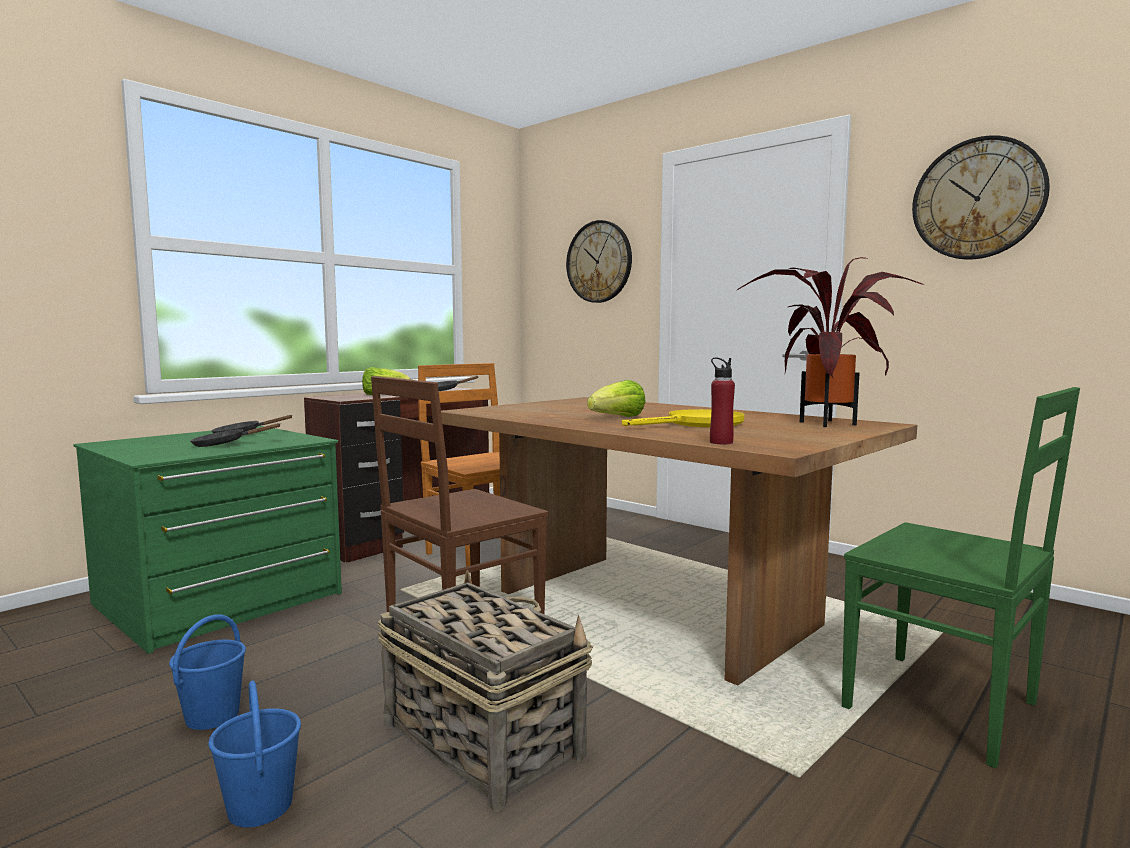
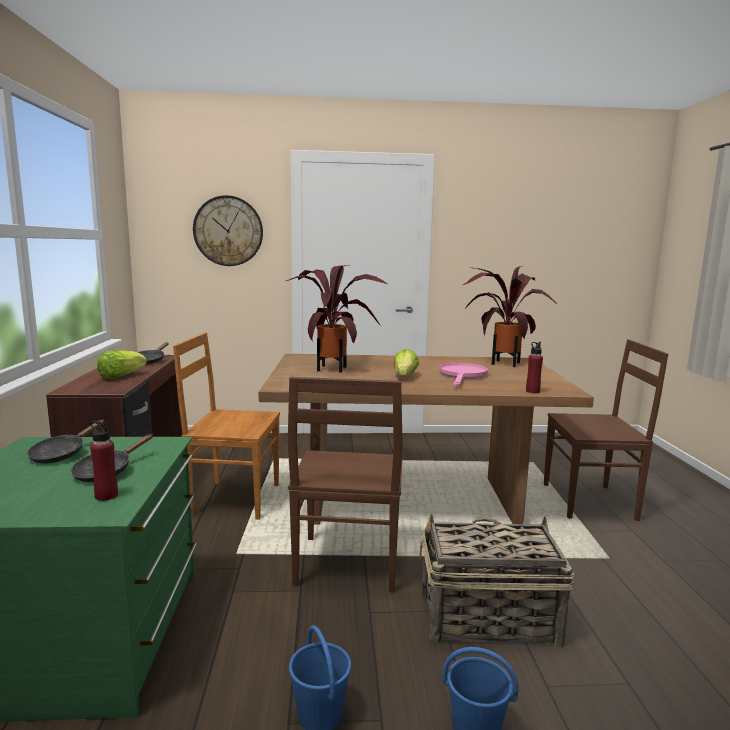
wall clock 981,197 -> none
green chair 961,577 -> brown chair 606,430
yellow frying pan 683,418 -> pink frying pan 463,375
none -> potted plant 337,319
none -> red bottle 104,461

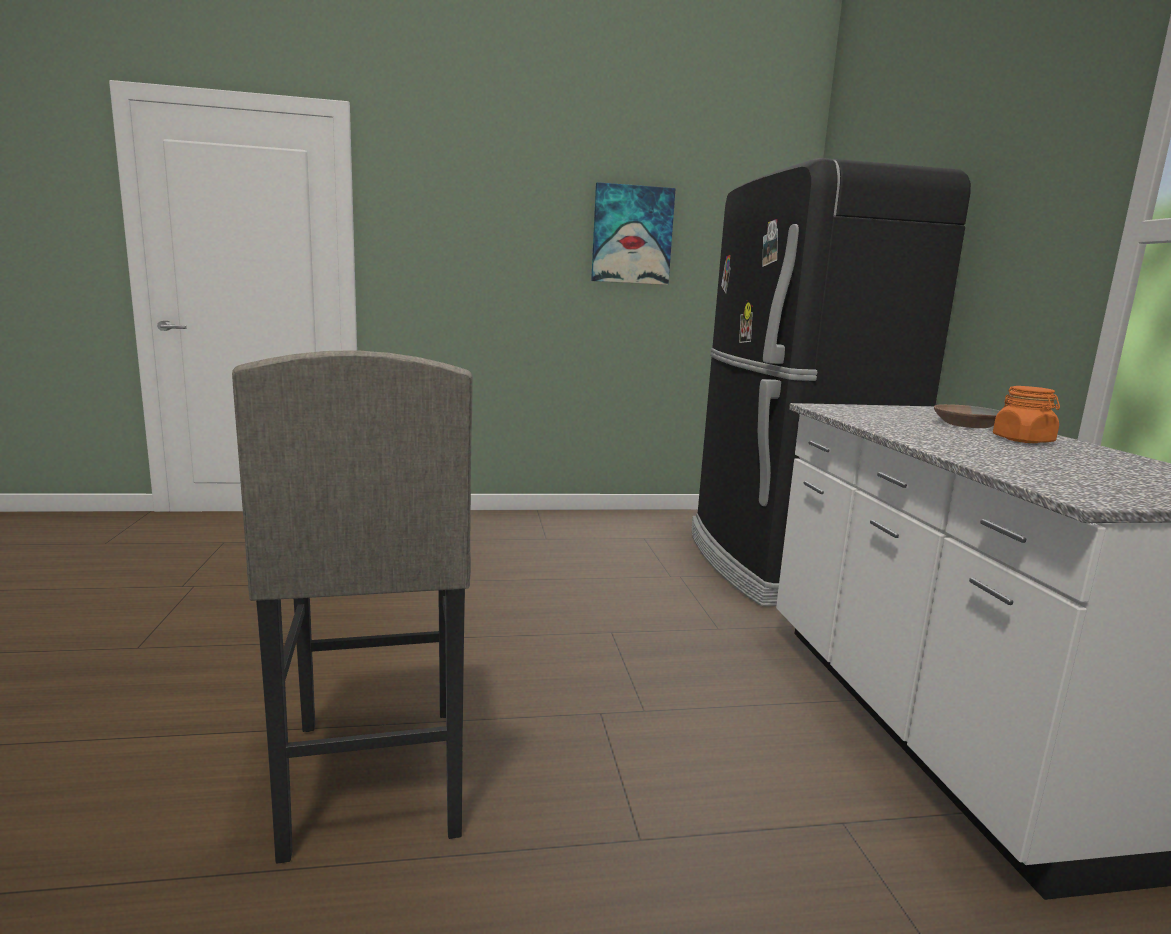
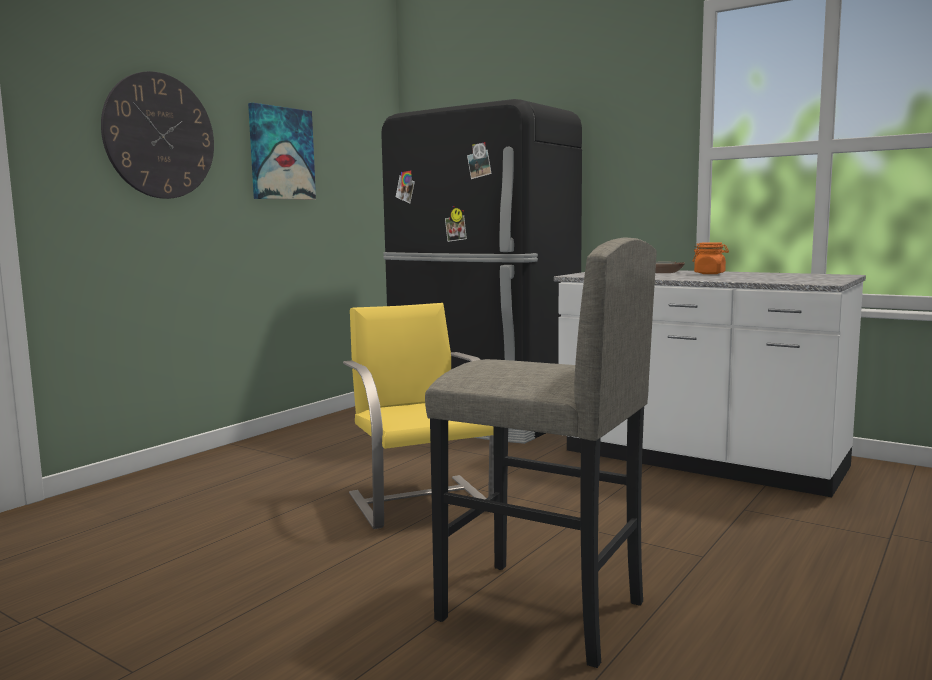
none -> wall clock 157,135
none -> yellow chair 418,416

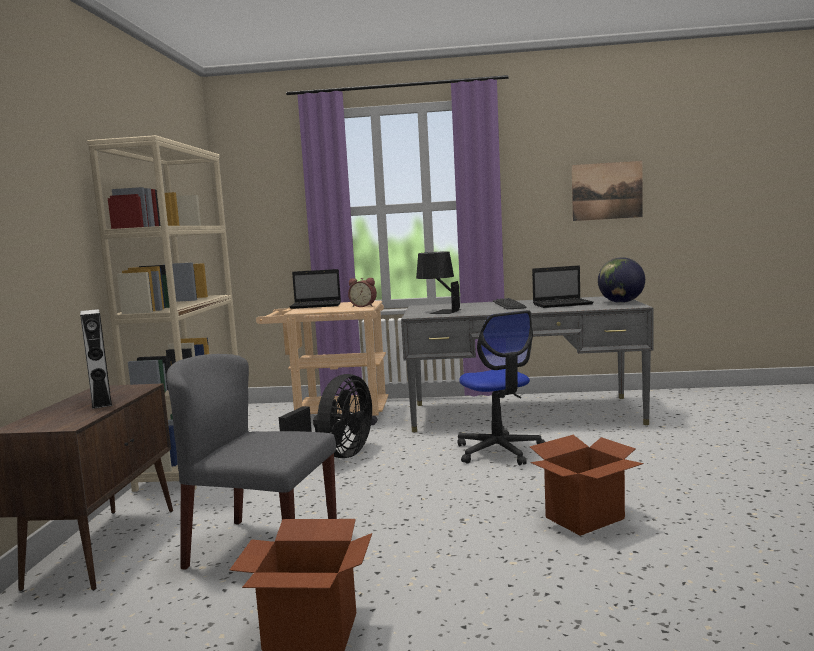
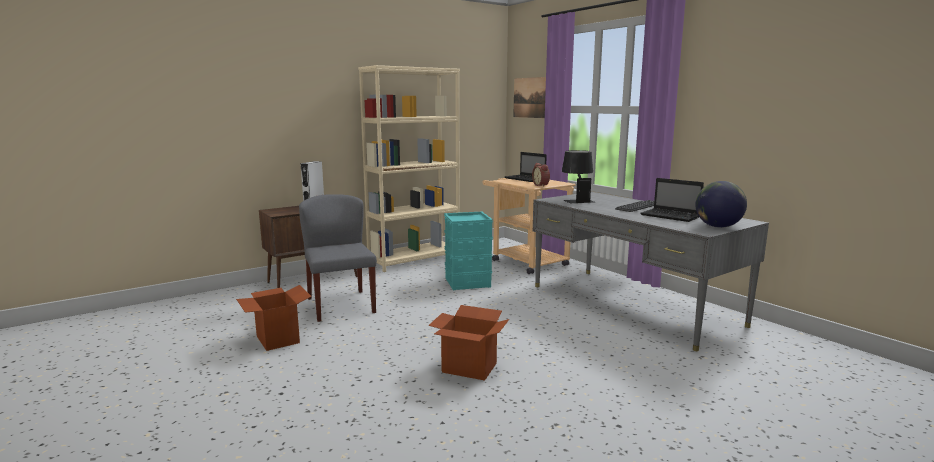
picture 607,191 -> picture 529,97, relocated
office chair 501,387 -> none
black fan 325,416 -> turquoise storage box 468,251

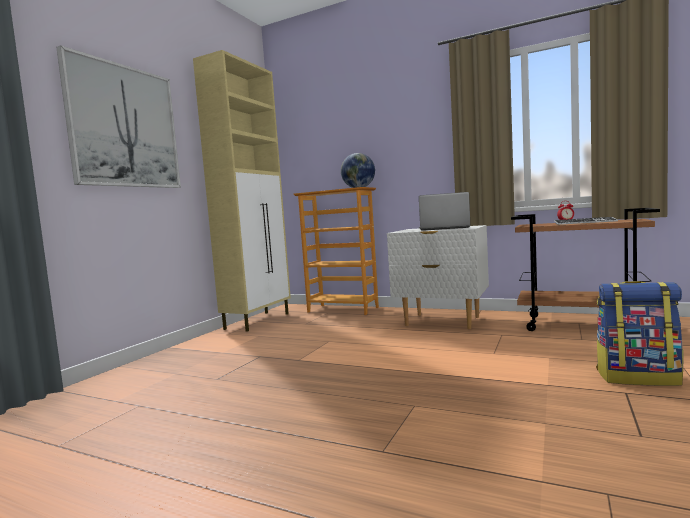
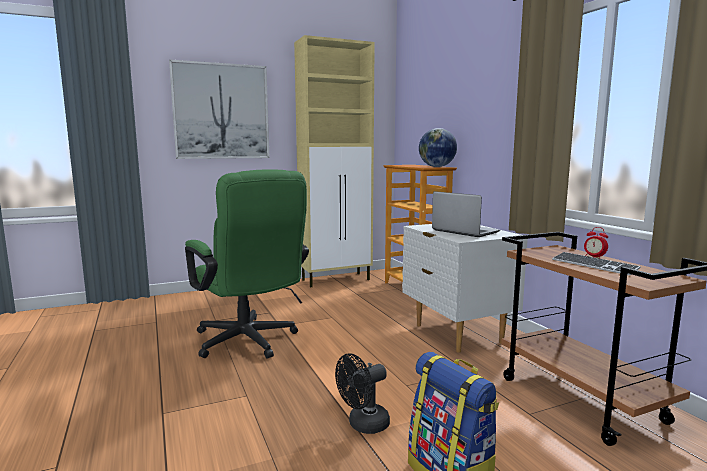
none -> green office chair 247,263
none -> black fan 362,393

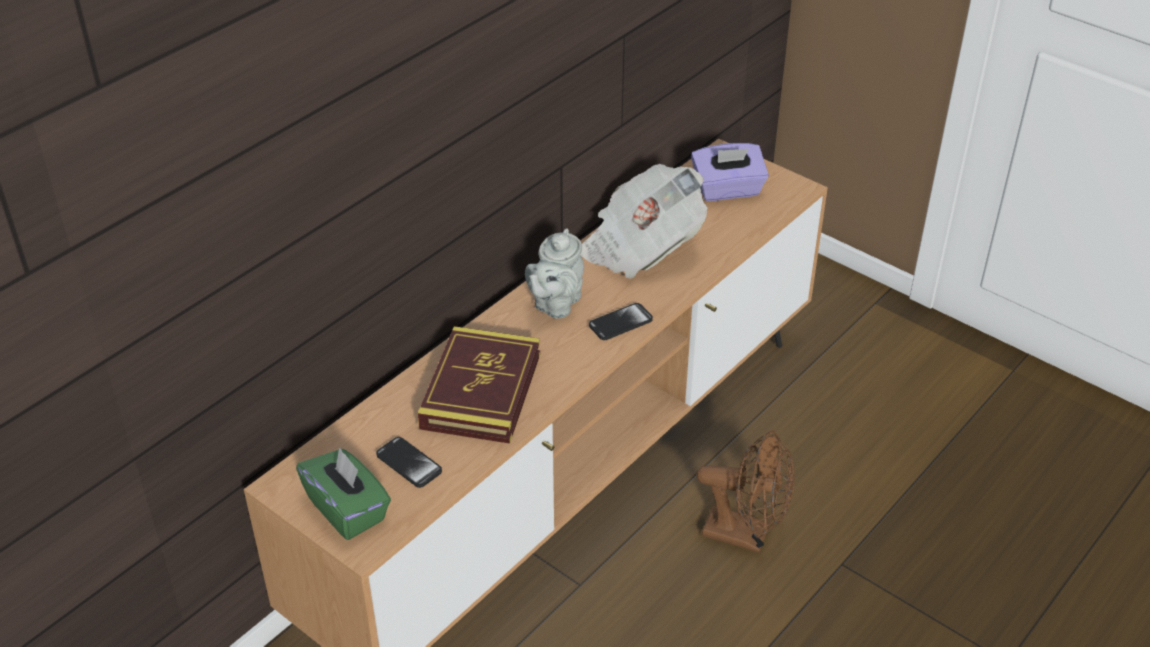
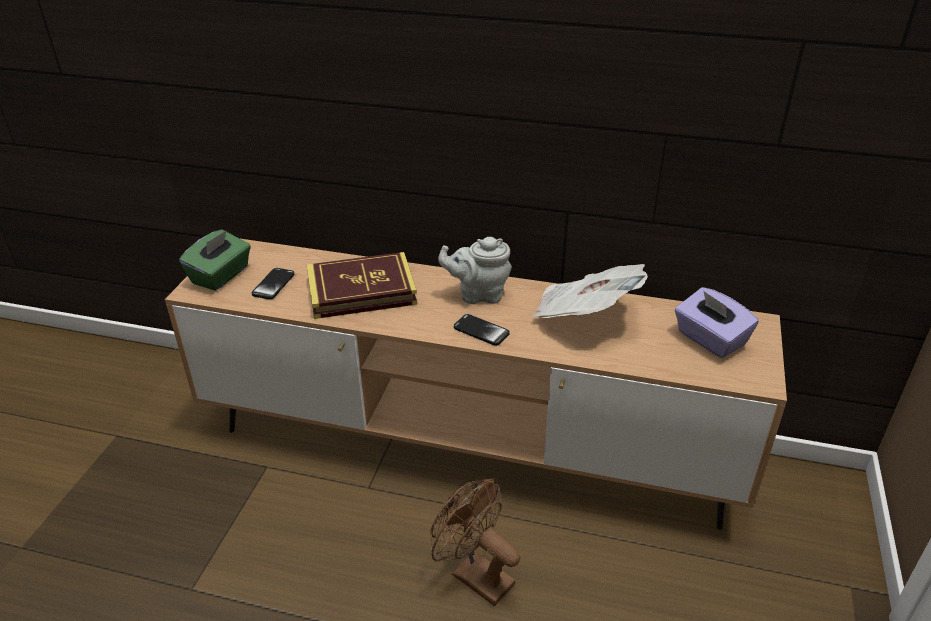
brown fan 746,491 -> brown fan 475,542, 135 degrees clockwise

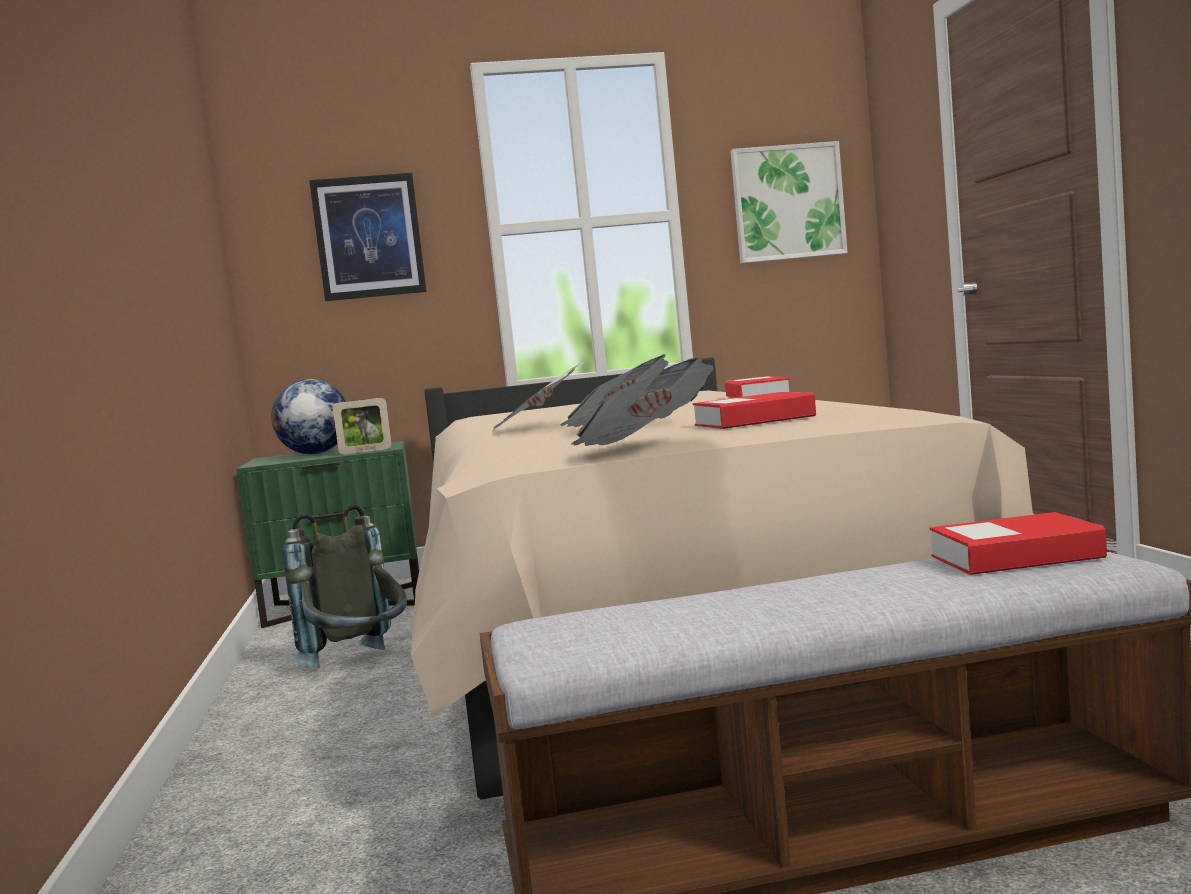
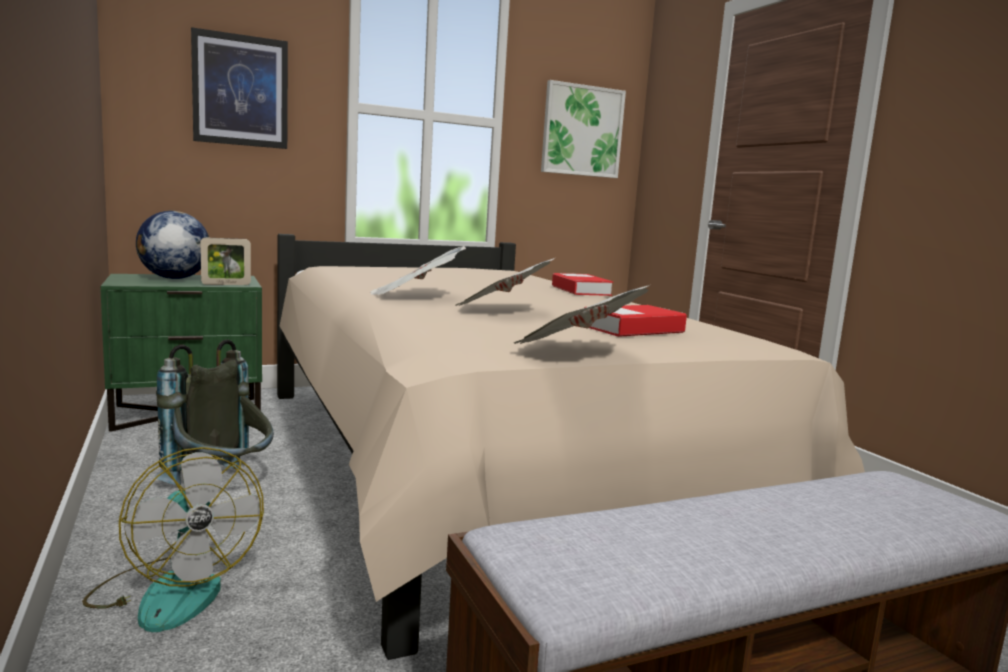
book 1018,543 -> none
none -> fan 173,539

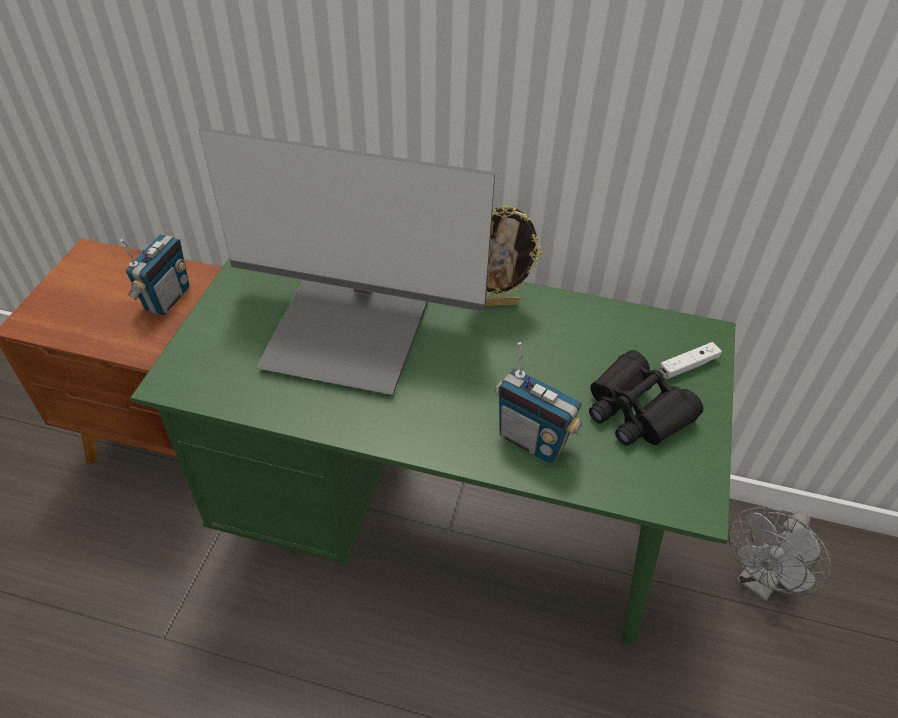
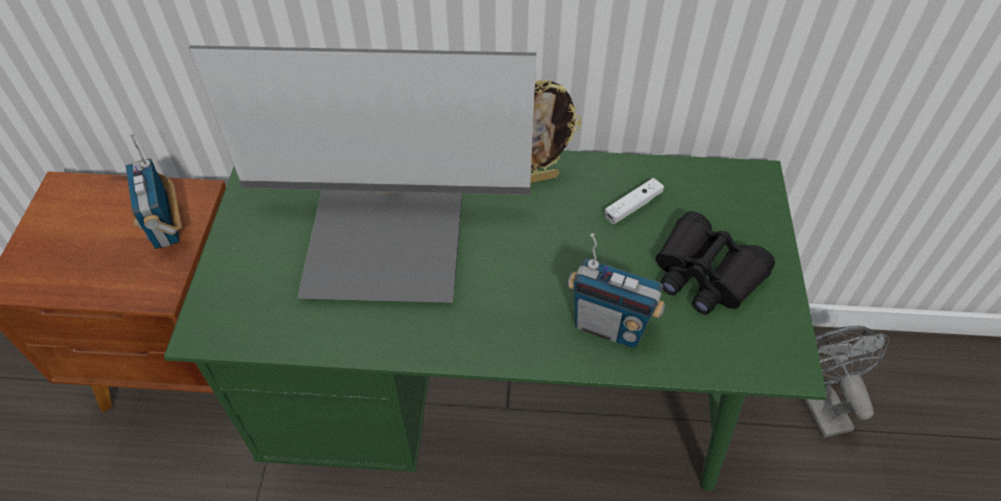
radio 154,274 -> radio 154,191, 150 degrees clockwise
white game controller 690,360 -> white game controller 634,201, relocated
grey fan 779,553 -> grey fan 846,382, 135 degrees clockwise

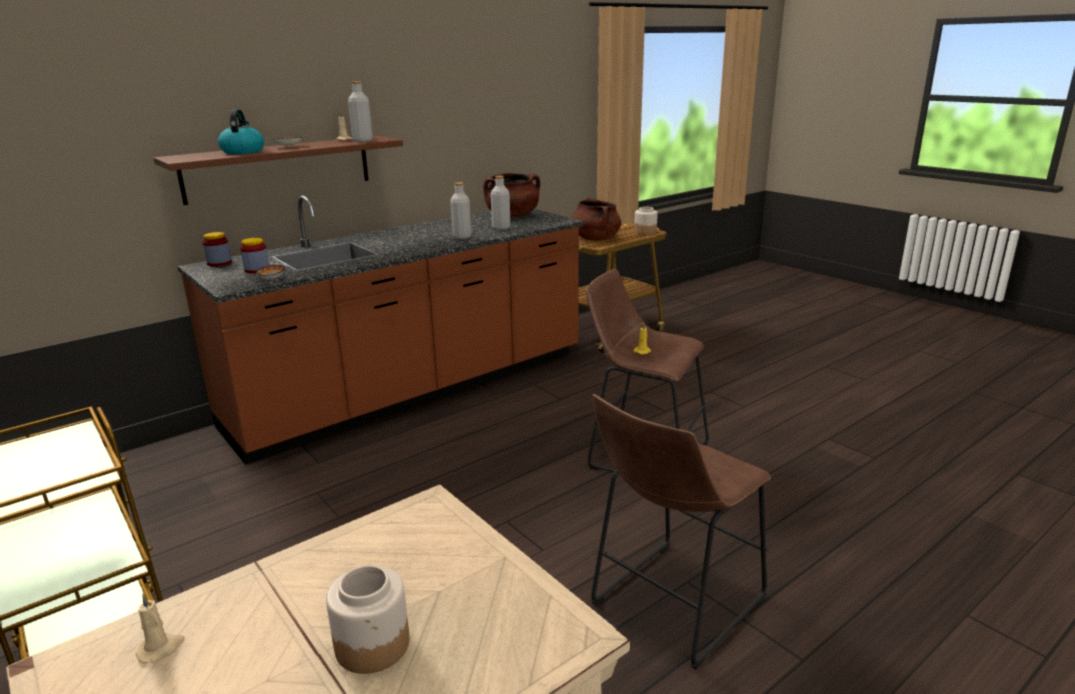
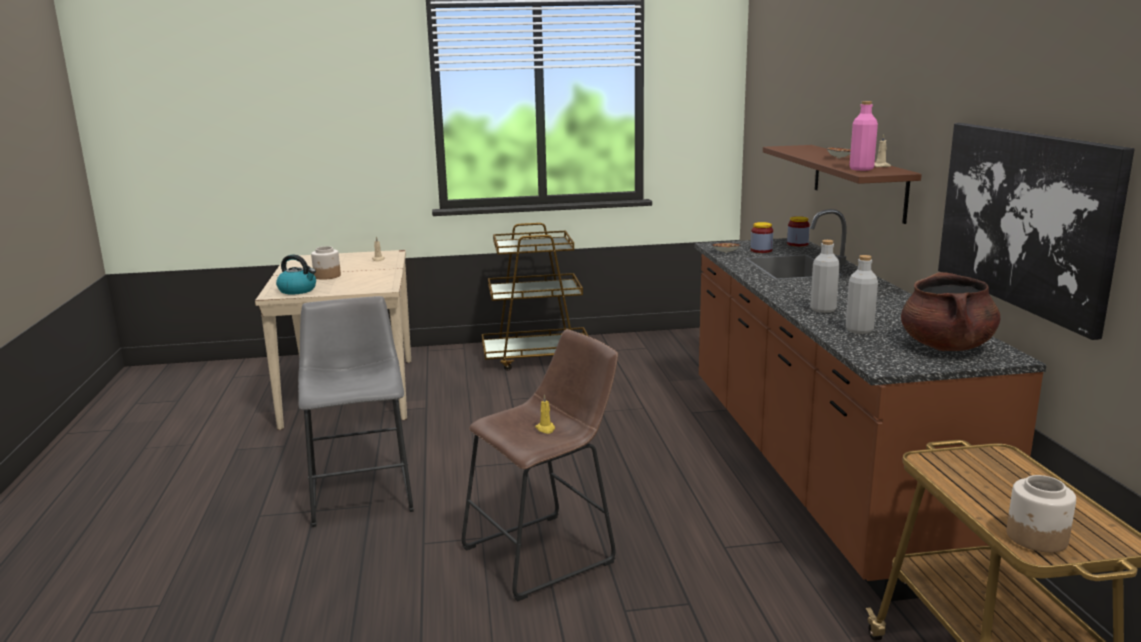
grey bottle 360,111 -> pink bottle 864,136
kettle 241,131 -> kettle 296,275, relocated
brown cooking pot 596,219 -> none
brown stool 681,531 -> grey stool 356,411
none -> picture 1036,231

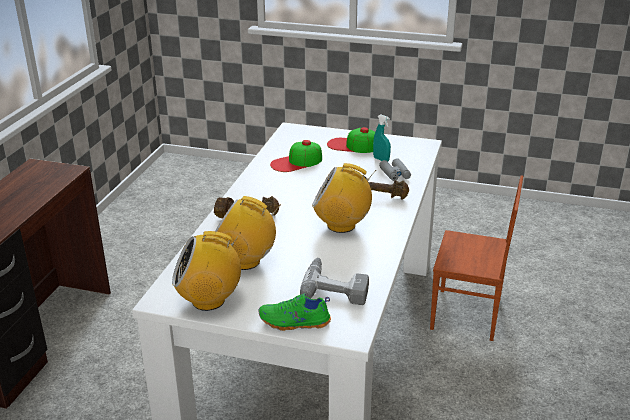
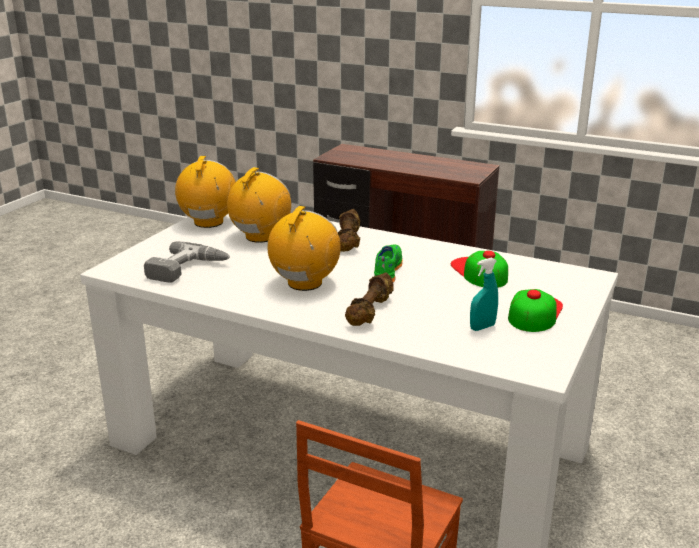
grey binoculars 395,169 -> none
green shoe 294,312 -> green shoe 388,263, relocated

